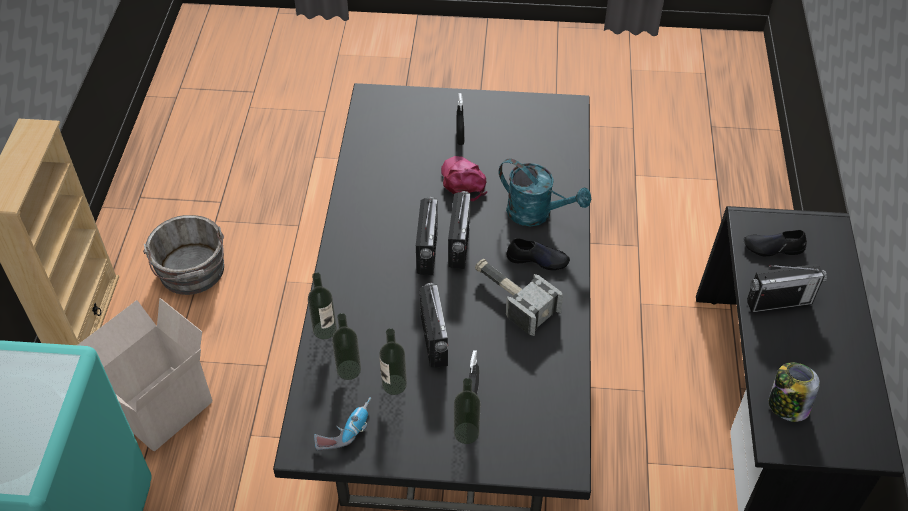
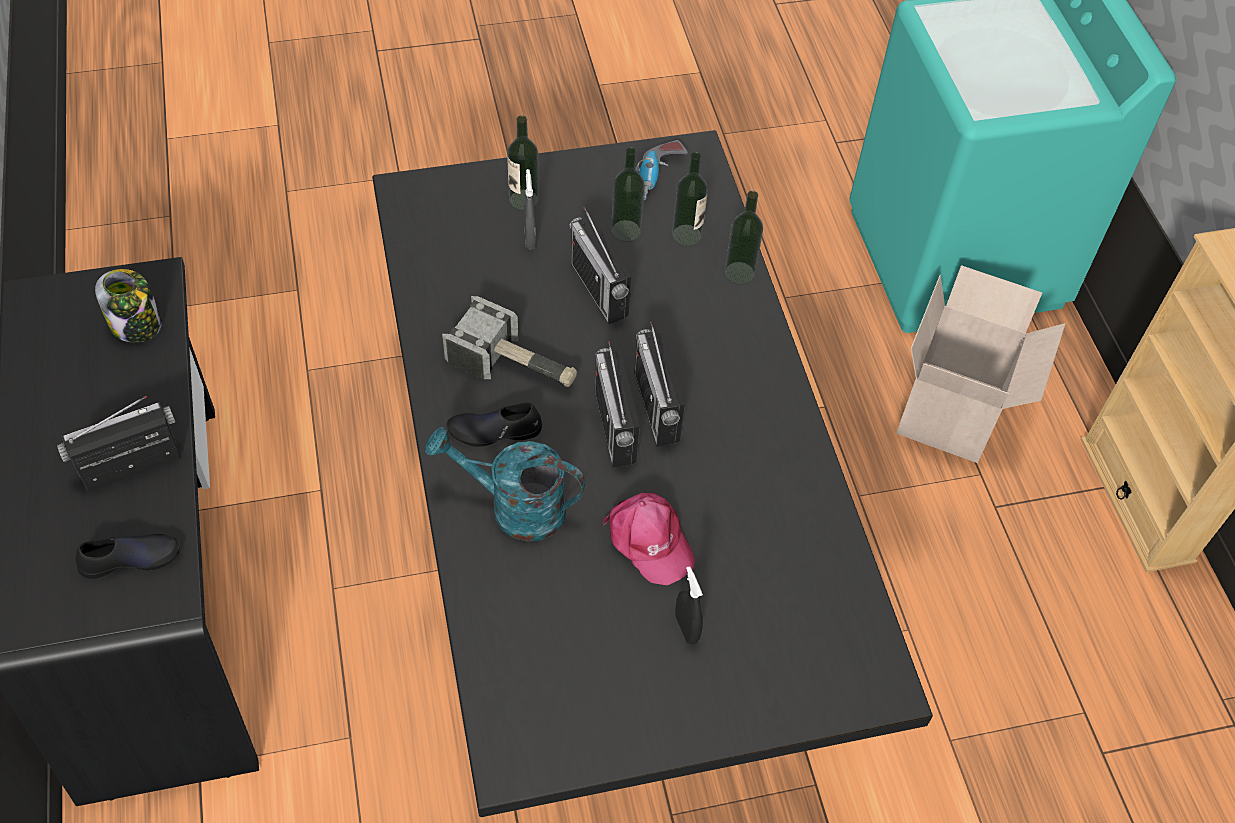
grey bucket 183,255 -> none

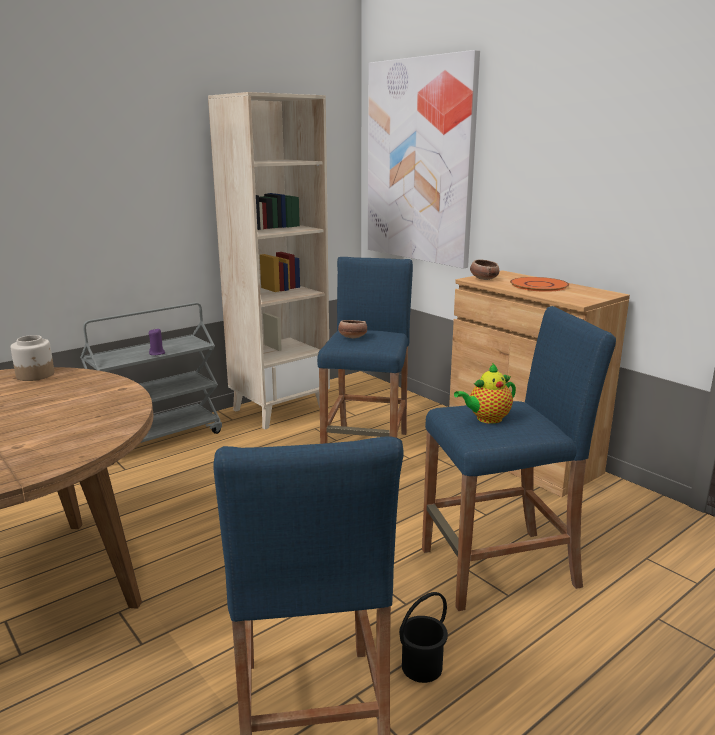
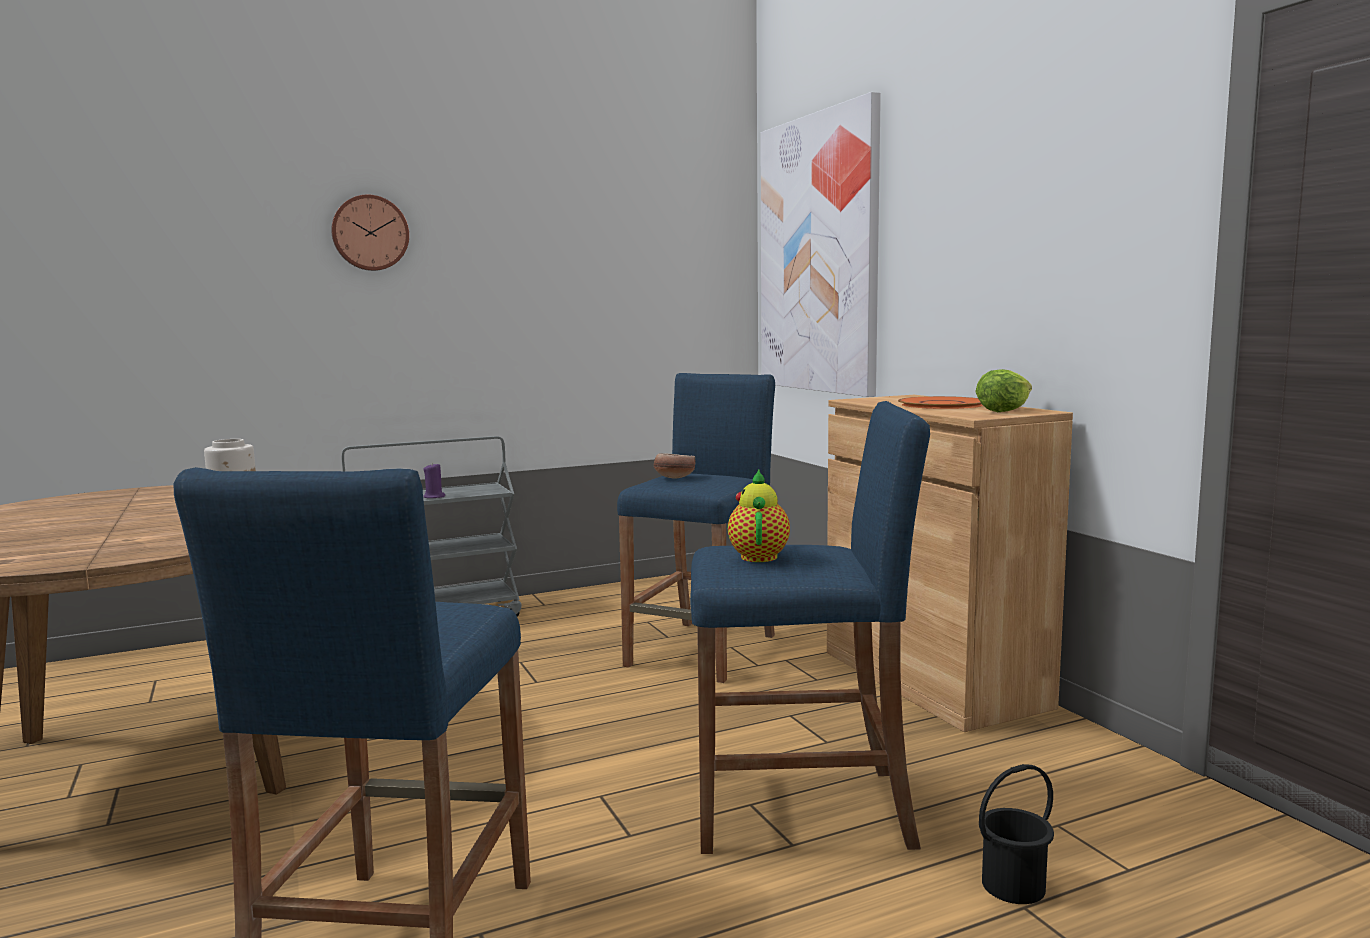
beige bookcase 269,260 -> none
bowl 484,269 -> none
teapot 485,393 -> teapot 759,516, 105 degrees clockwise
black bucket 423,637 -> black bucket 1016,834, relocated
none -> wall clock 370,233
none -> lettuce 1003,390

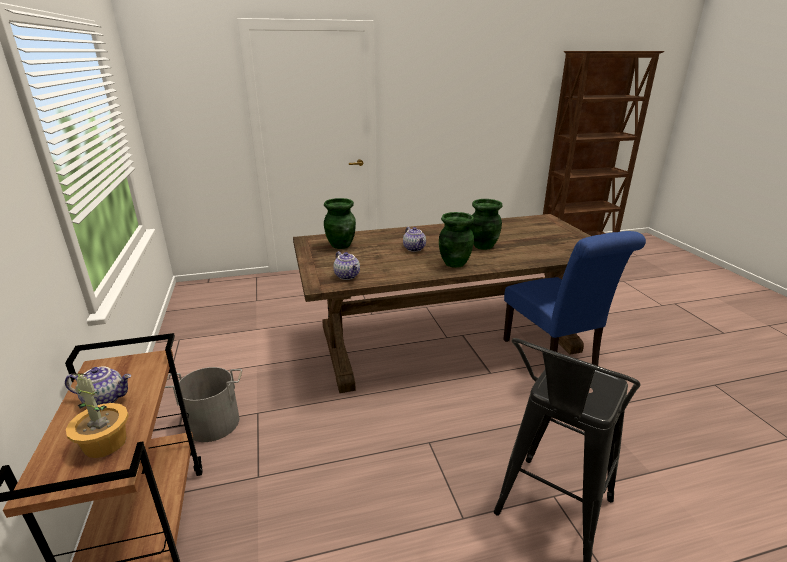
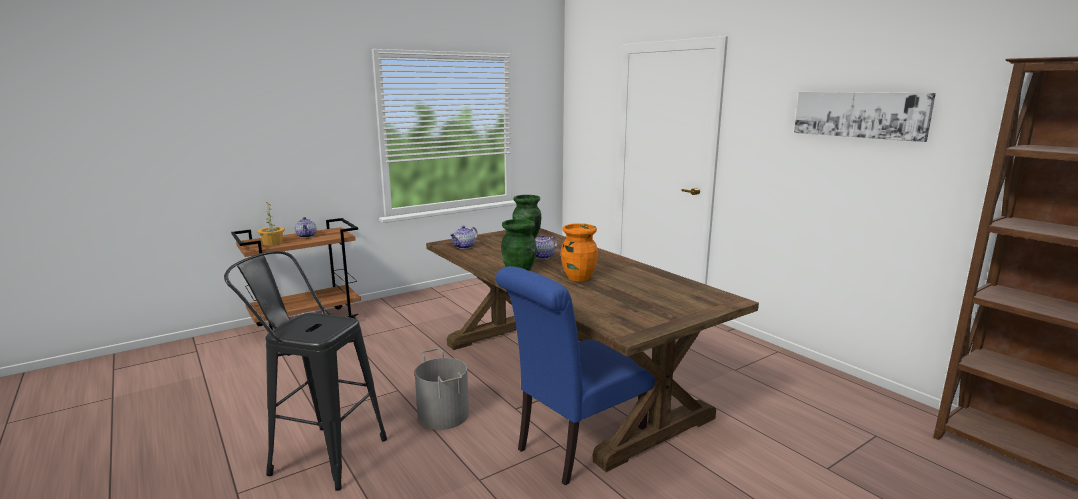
green vase 486,224 -> orange vase 579,252
grey bucket 203,404 -> grey bucket 442,389, relocated
none -> picture 865,117

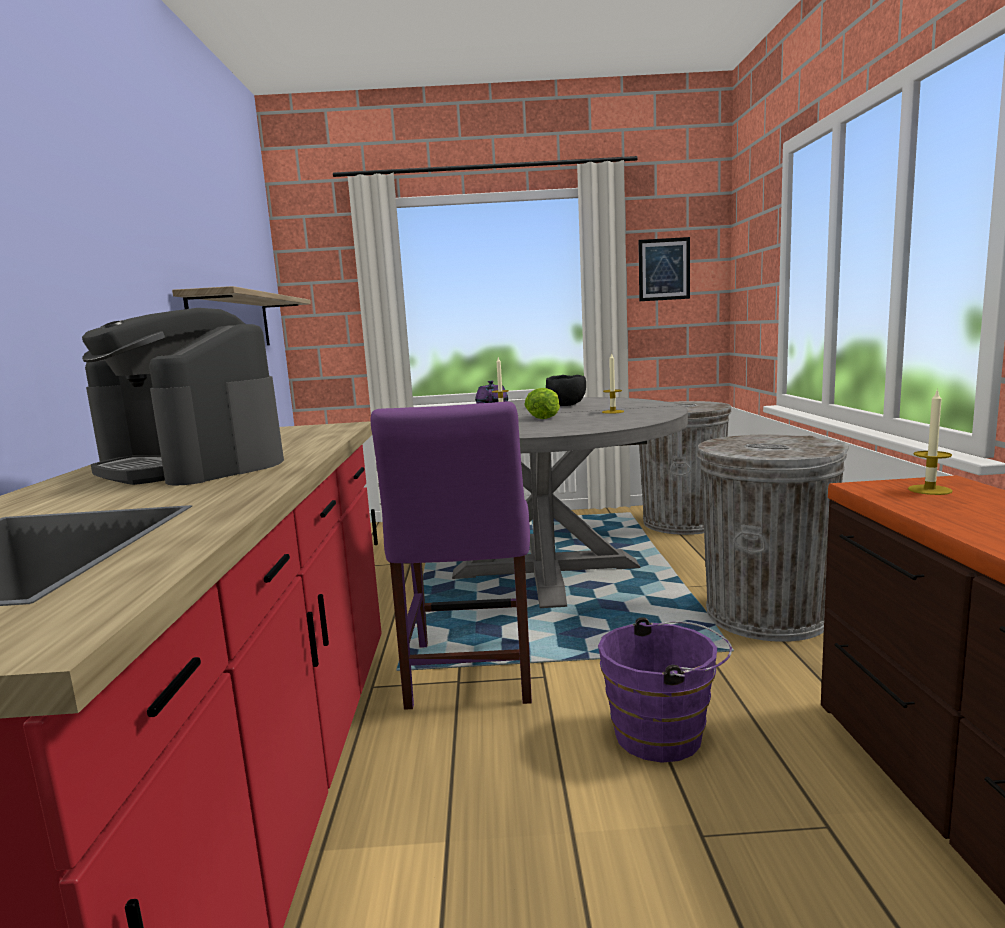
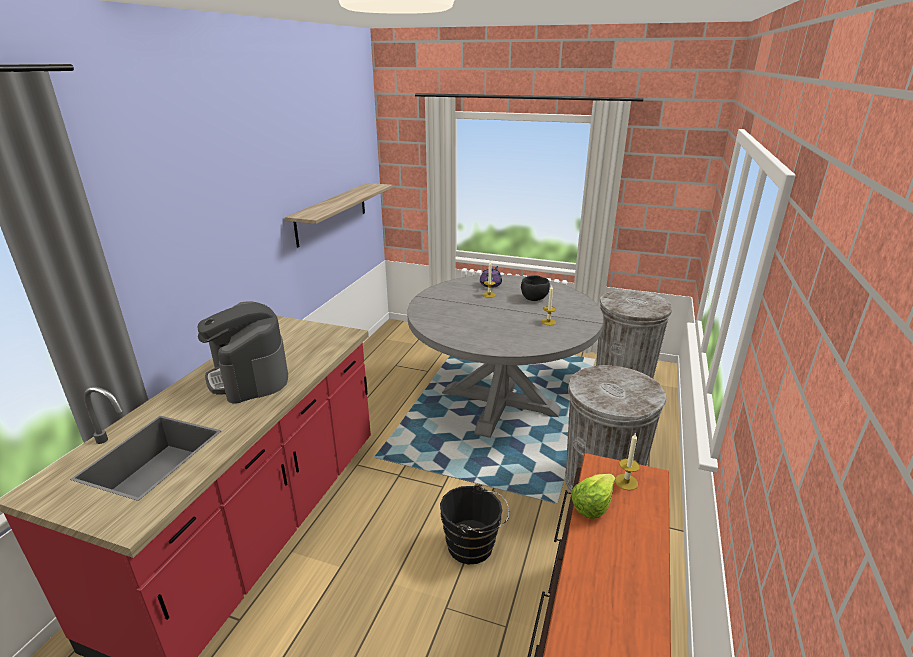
picture 664,269 -> none
lettuce 542,403 -> lettuce 593,496, relocated
purple chair 451,556 -> none
purple bucket 665,690 -> black bucket 474,524

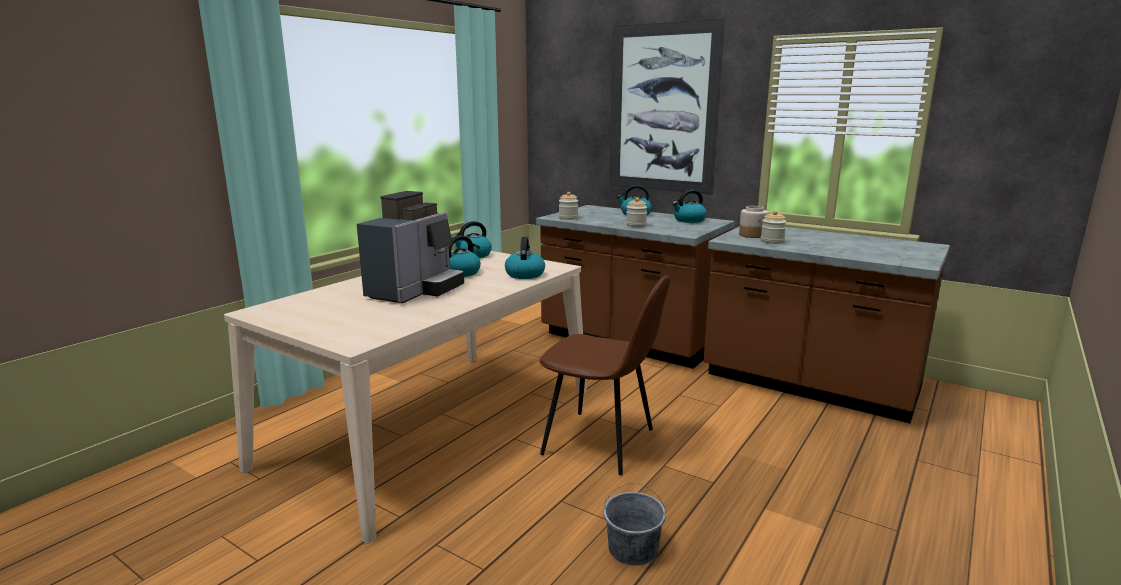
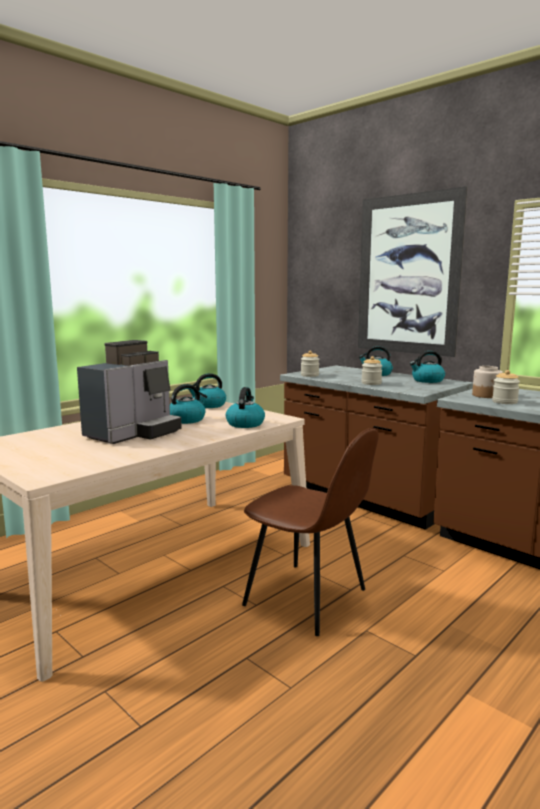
grey bucket 635,524 -> none

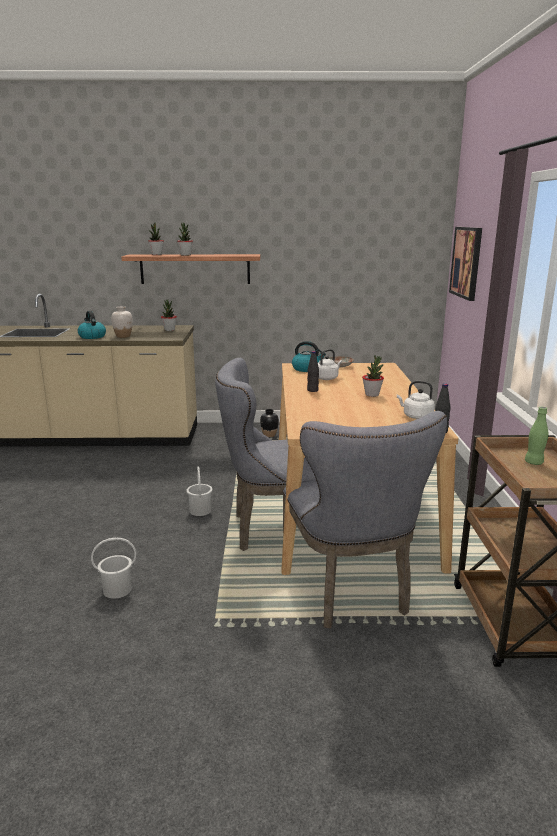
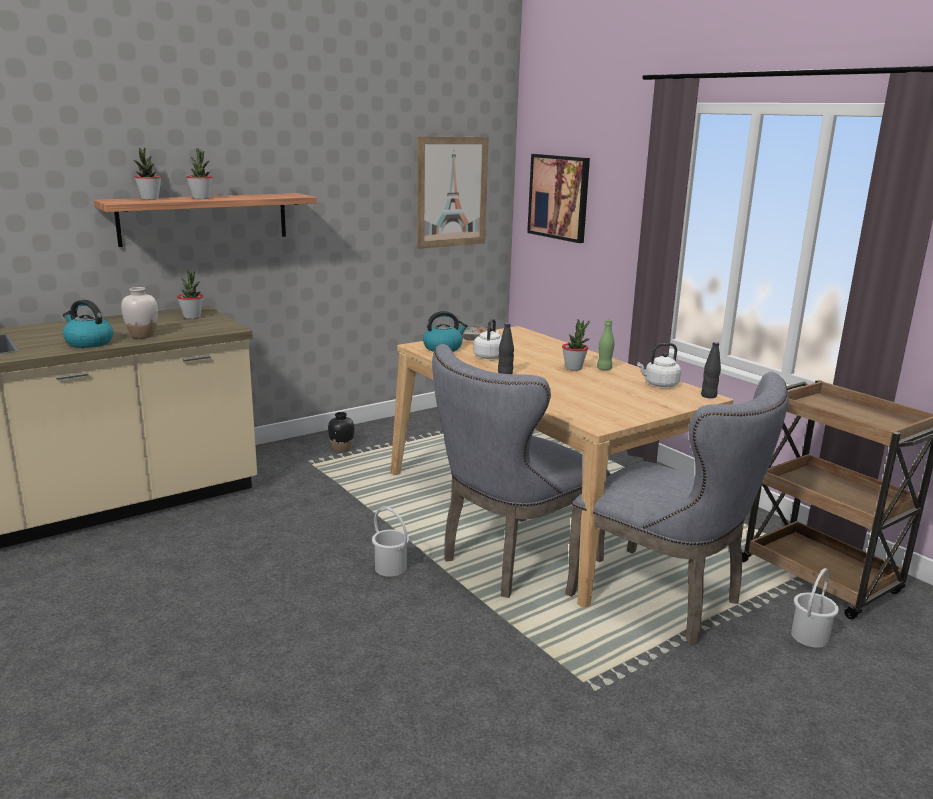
green bottle 536,436 -> green bottle 605,344, relocated
white bucket 113,568 -> white bucket 815,608, relocated
none -> picture 452,192

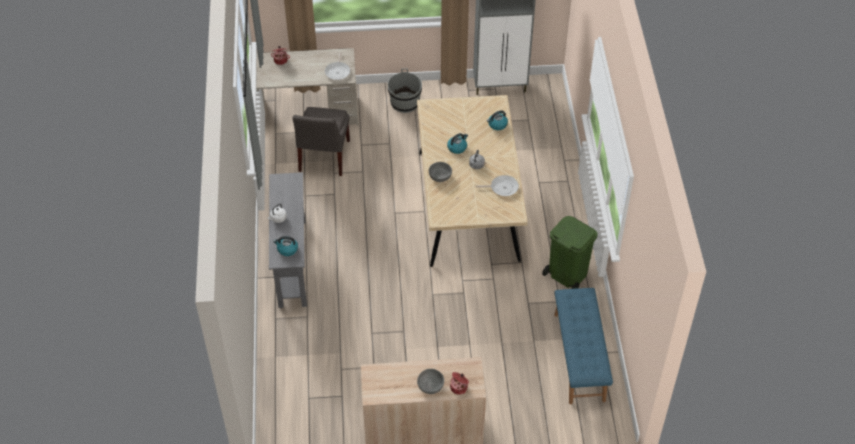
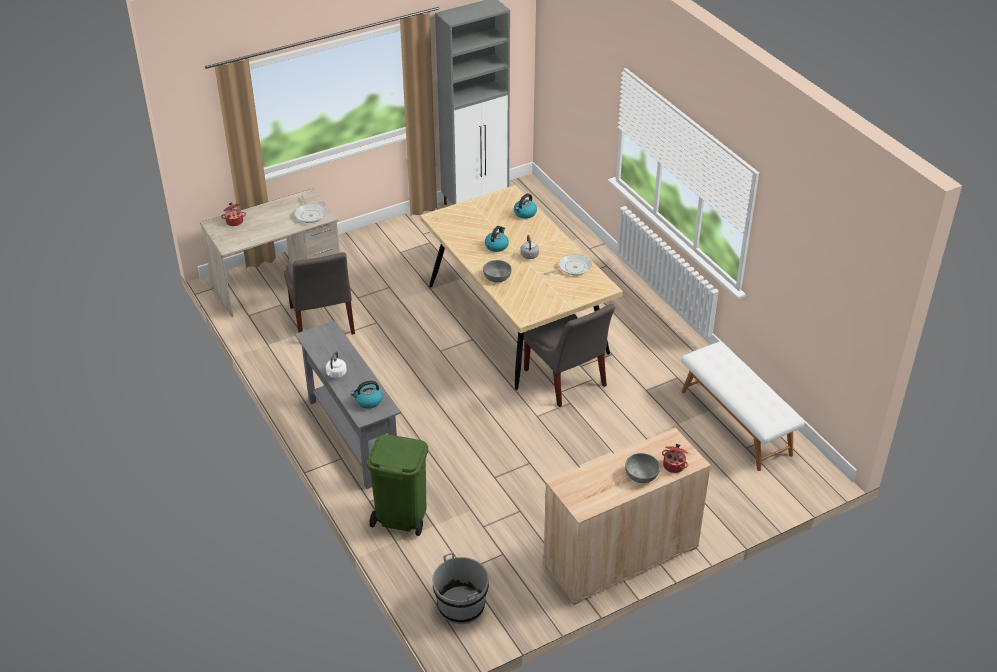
grey bucket 404,90 -> grey bucket 460,588, relocated
green trash can 570,252 -> green trash can 397,485, relocated
blue bench 583,346 -> white bench 742,406
none -> grey chair 569,355

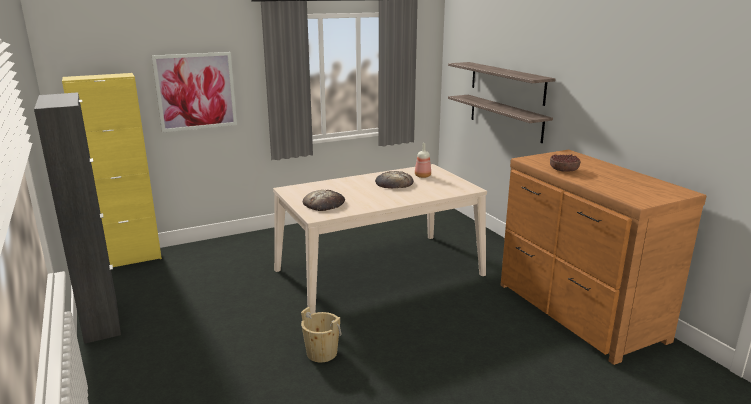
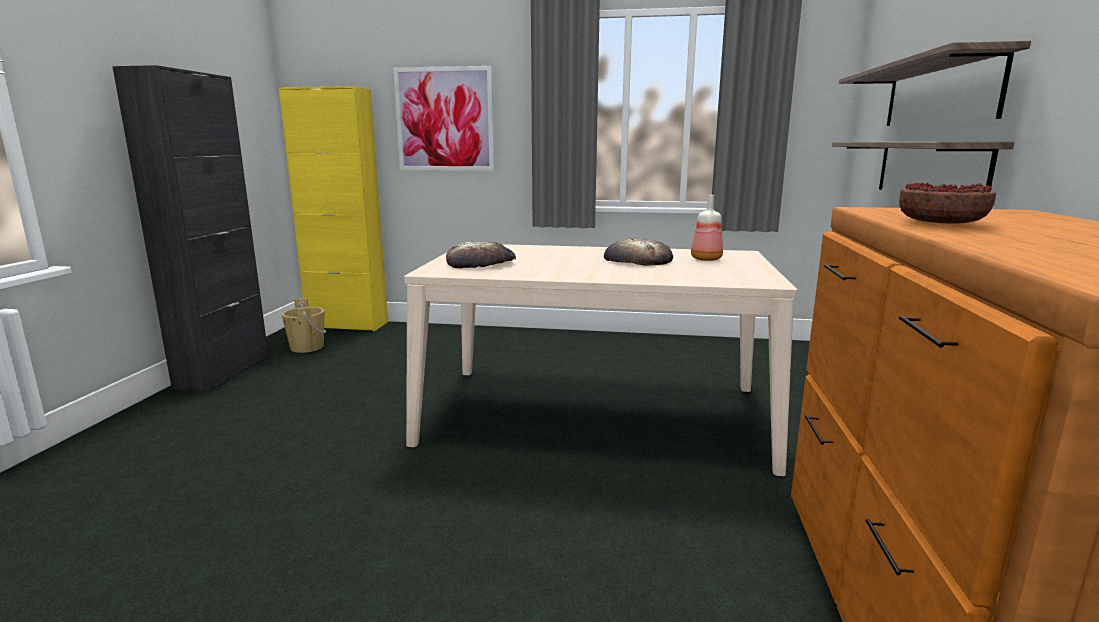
beige bucket 321,334 -> beige bucket 303,325, relocated

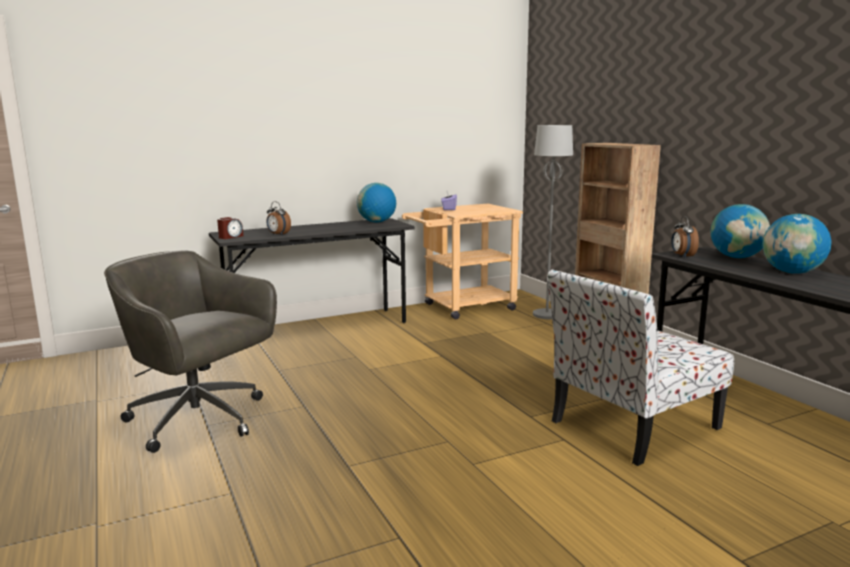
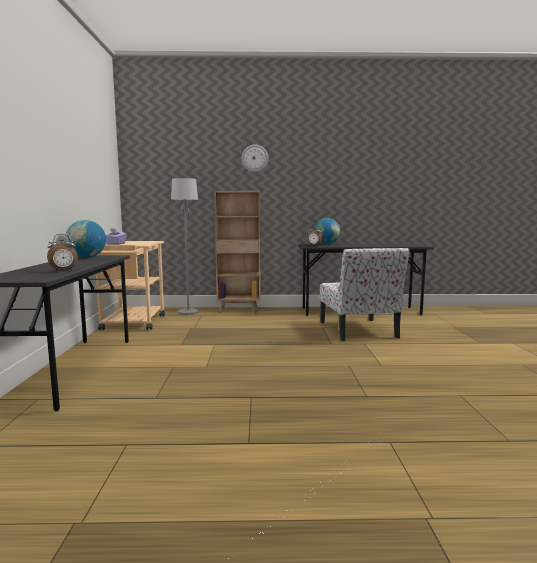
globe 797,244 -> none
alarm clock 230,228 -> none
grey office chair 190,351 -> none
none -> wall clock 255,158

